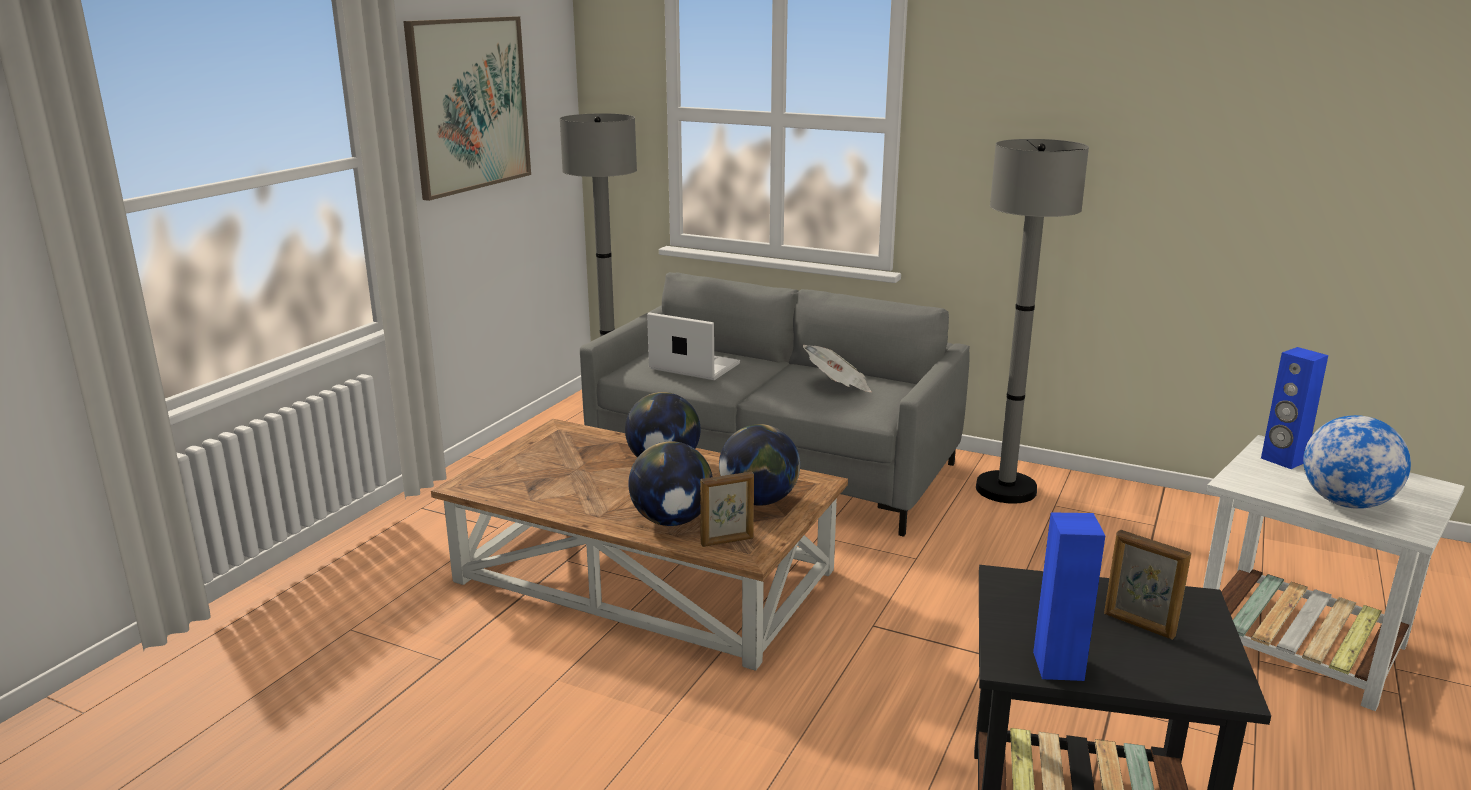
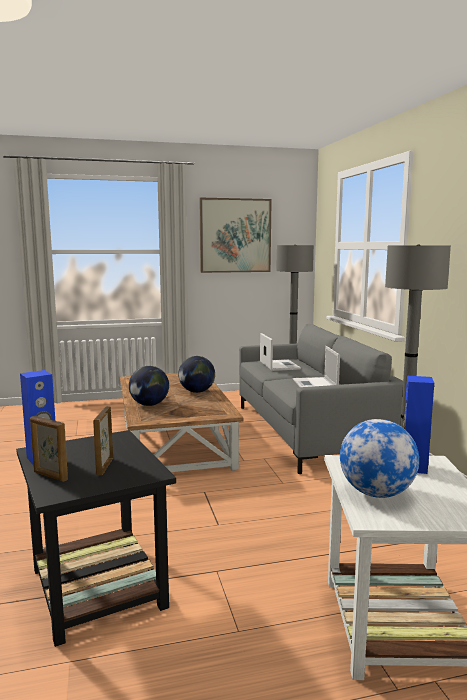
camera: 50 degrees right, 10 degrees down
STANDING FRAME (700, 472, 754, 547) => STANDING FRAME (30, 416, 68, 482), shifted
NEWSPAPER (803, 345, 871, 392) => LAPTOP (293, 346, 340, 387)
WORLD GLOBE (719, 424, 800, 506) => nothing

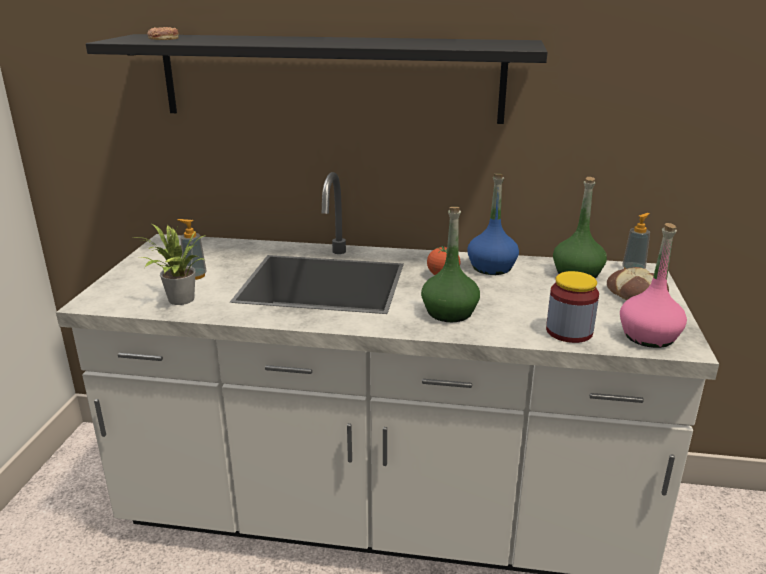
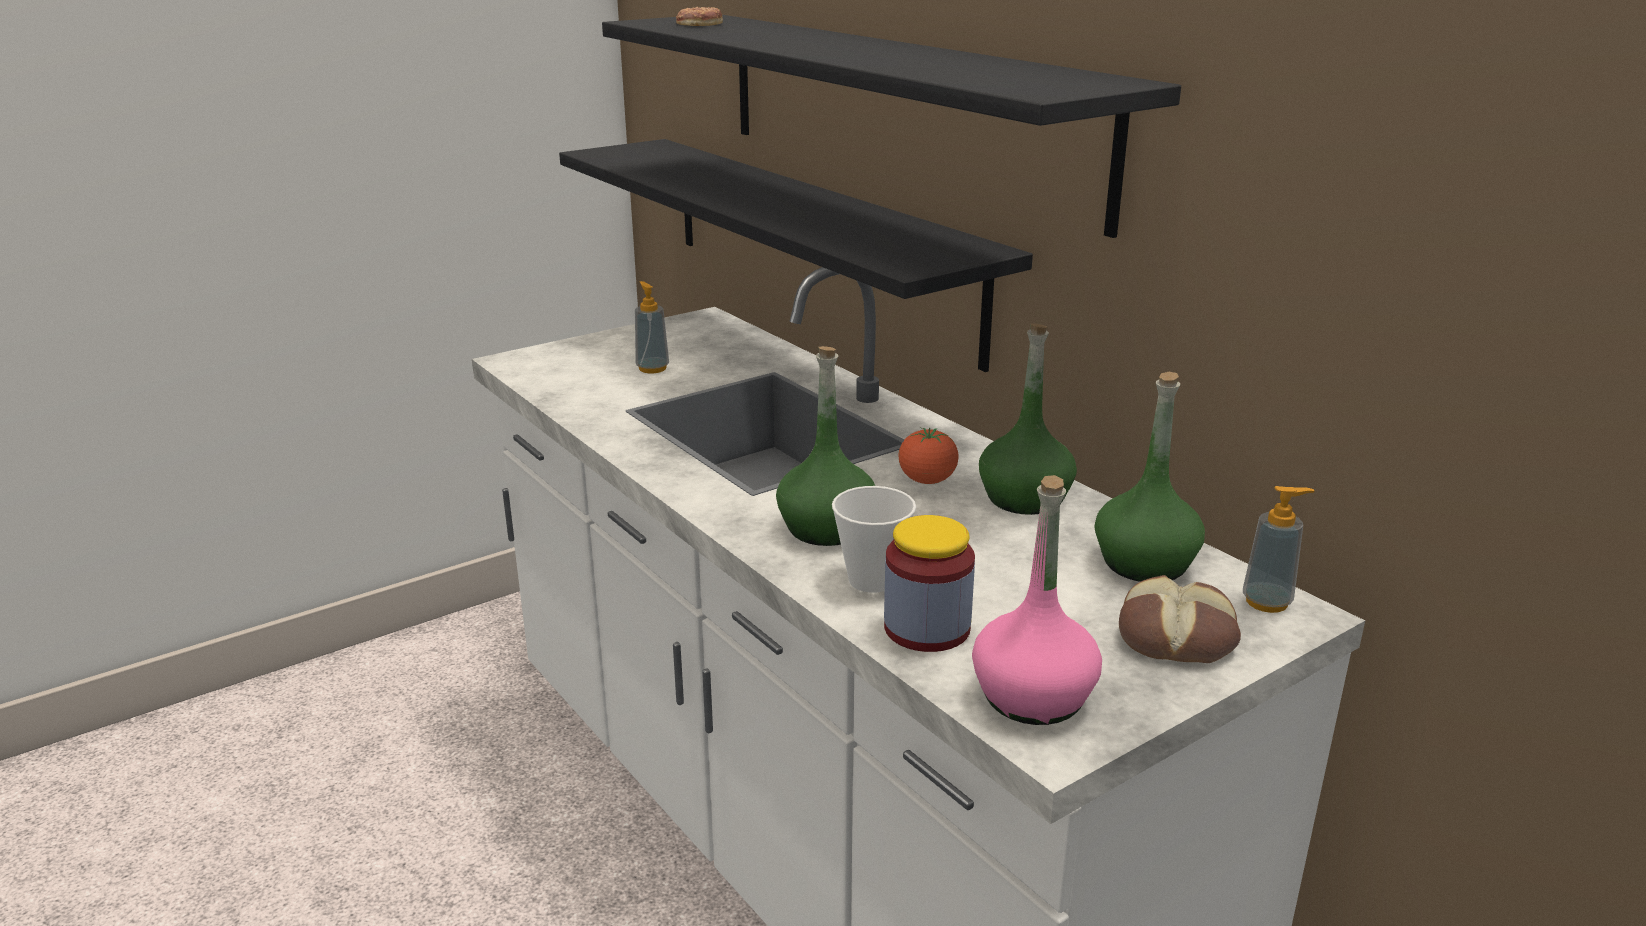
camera: 45 degrees right, 0 degrees up
nothing => BLACK BRACKET SHELF (559, 139, 1033, 372)
nothing => SMALL CUP (832, 486, 916, 593)
BLUISH DRINK BOTTLE (467, 174, 519, 275) => GREEN-COLOURED DRINK BOTTLE (979, 323, 1077, 515)
POTTED PLANT (133, 224, 206, 305) => nothing

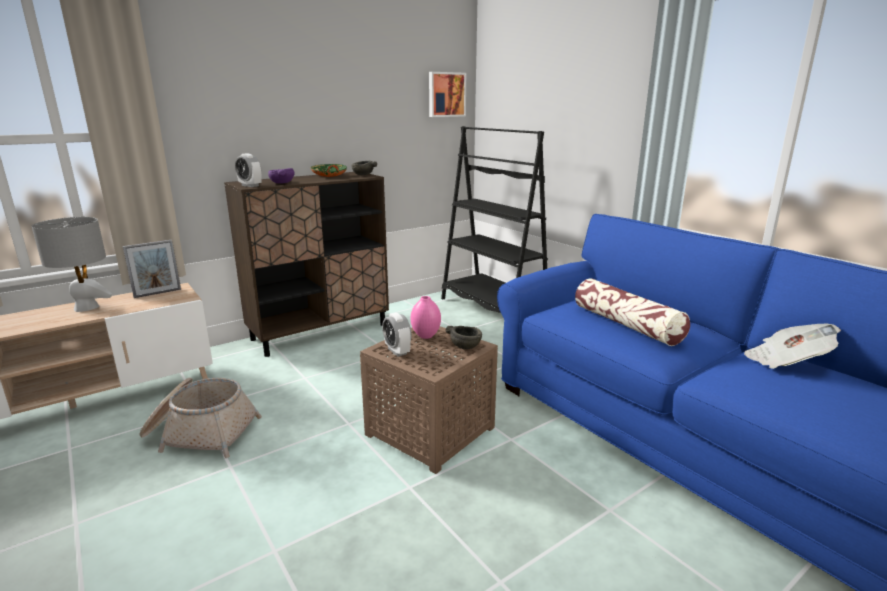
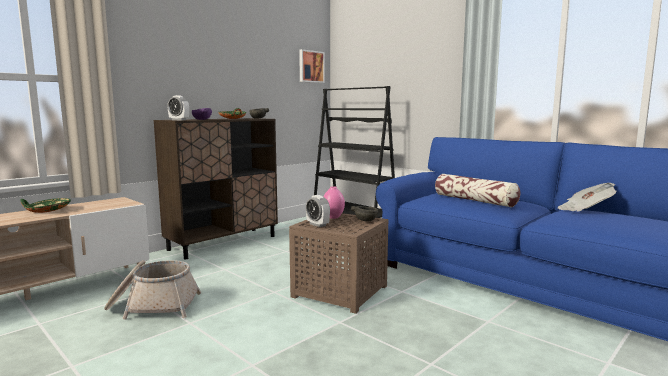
camera: 10 degrees left, 10 degrees down
GRAY TABLE LAMP (31, 217, 112, 312) => GREEN-COLOURED BOWL (20, 198, 71, 213)
STANDING FRAME (123, 240, 181, 298) => nothing

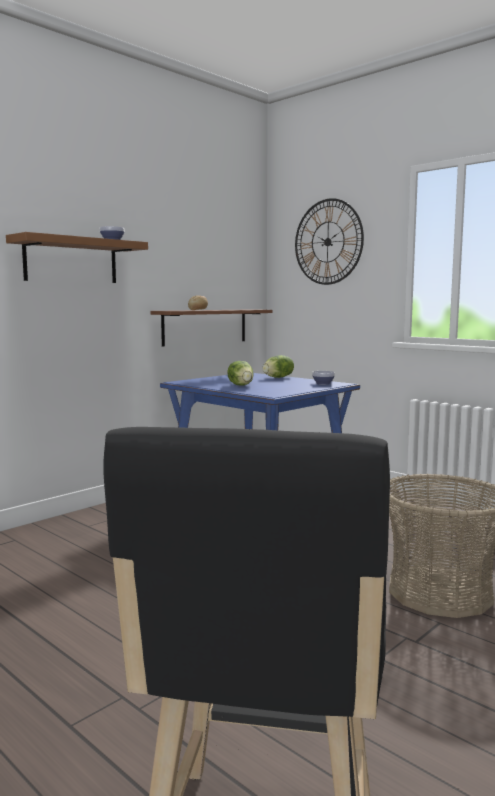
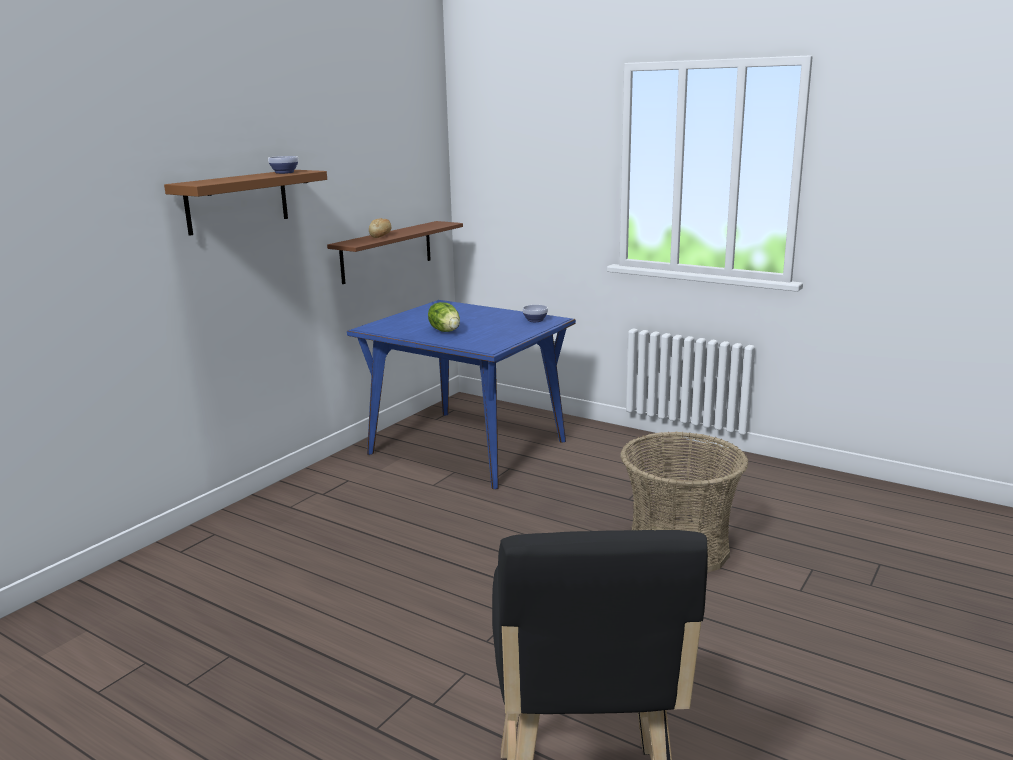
camera: 10 degrees left, 10 degrees up
HEAD OF LETTUCE (262, 355, 294, 378) => nothing
HANGING CLOCK (295, 198, 364, 285) => nothing

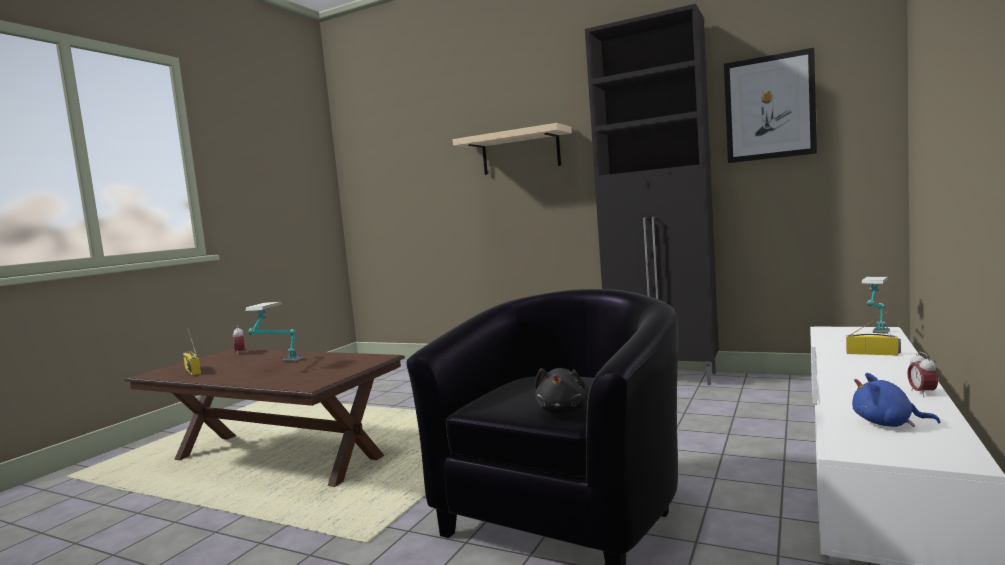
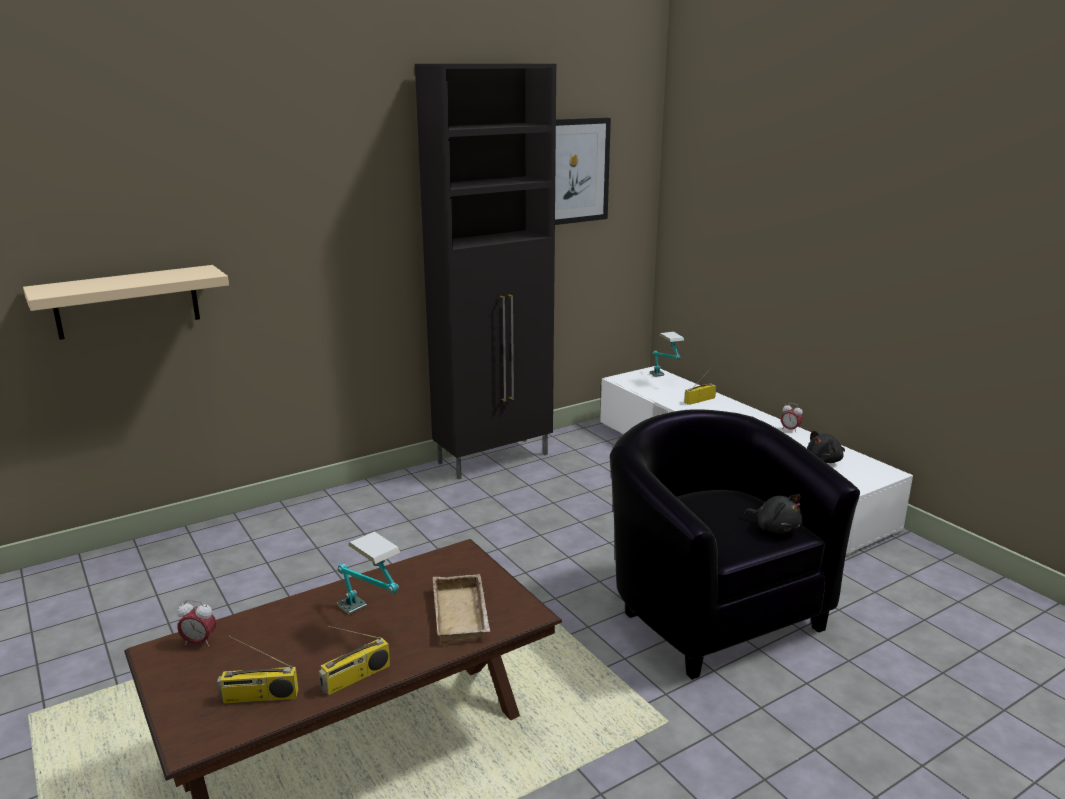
camera: 60 degrees left, 15 degrees up
SAND-COLOURED BRACKET SHELF (453, 123, 572, 175) => SAND-COLOURED BRACKET SHELF (23, 265, 229, 340), shifted
nothing => RADIO RECEIVER (319, 626, 390, 695)
nothing => SAND-COLOURED CARRYING TRAY (433, 574, 490, 643)
BLUISH CUDDLY TOY (852, 373, 940, 427) => BLACK CUDDLY TOY (807, 431, 845, 463)

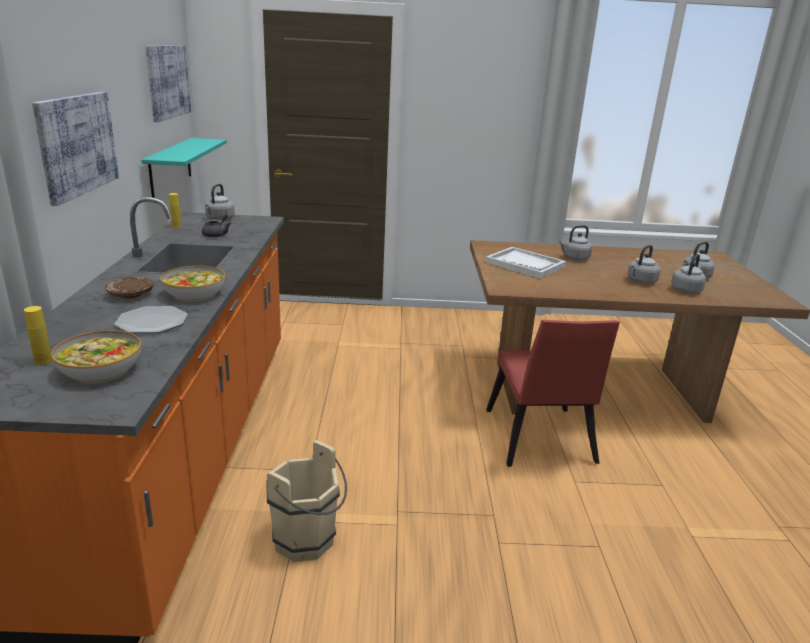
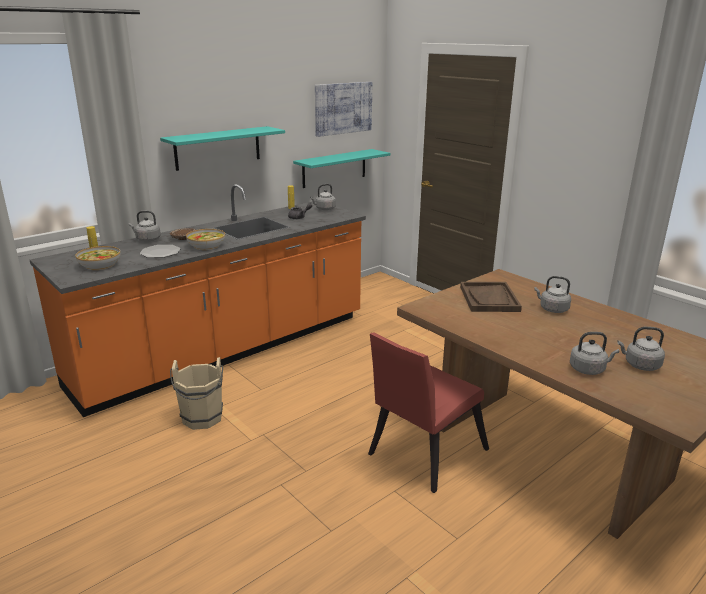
camera: 50 degrees right, 0 degrees up
GRAY KETTLE (627, 245, 660, 284) => GRAY KETTLE (129, 211, 161, 242), shifted
PICTURE (32, 92, 119, 206) => TURQUOISE-COLOURED BRACKET SHELF (160, 126, 285, 171)
WHITISH CARRYING TRAY (485, 247, 566, 279) => BROWNISH CARRYING TRAY (460, 282, 522, 312)

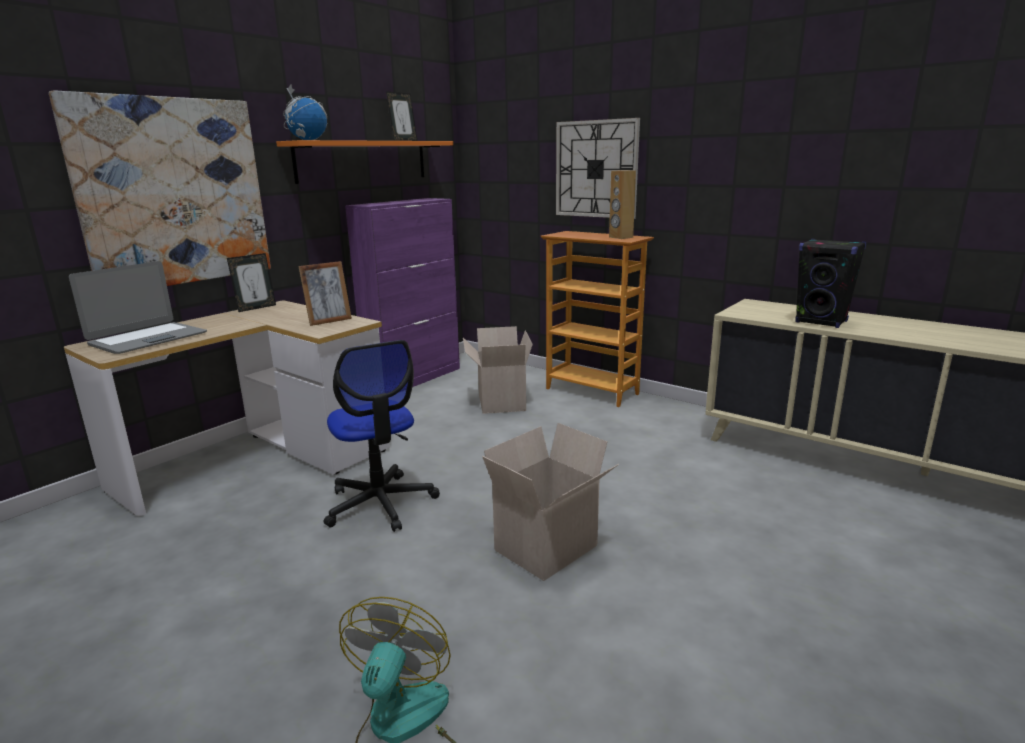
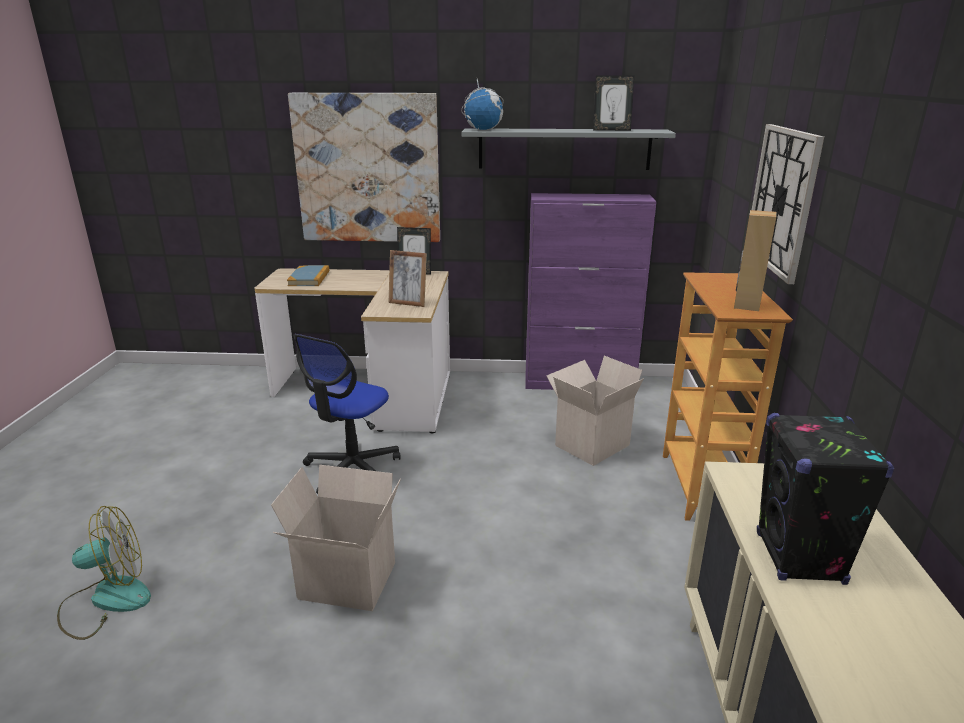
camera: 55 degrees right, 5 degrees up
LAPTOP (69, 261, 207, 354) => BOOK (287, 265, 330, 286)
ORANGE BRACKET SHELF (276, 140, 453, 184) => GRAY BRACKET SHELF (461, 128, 676, 170)

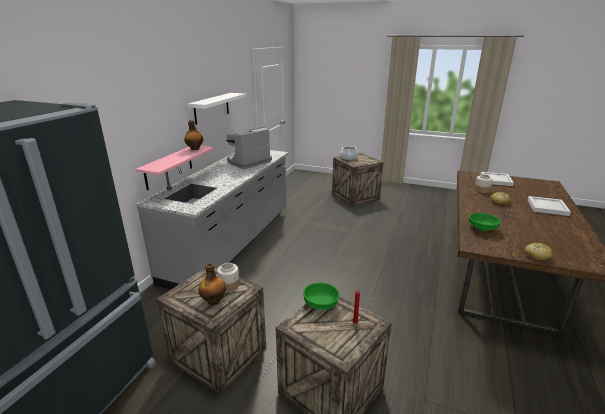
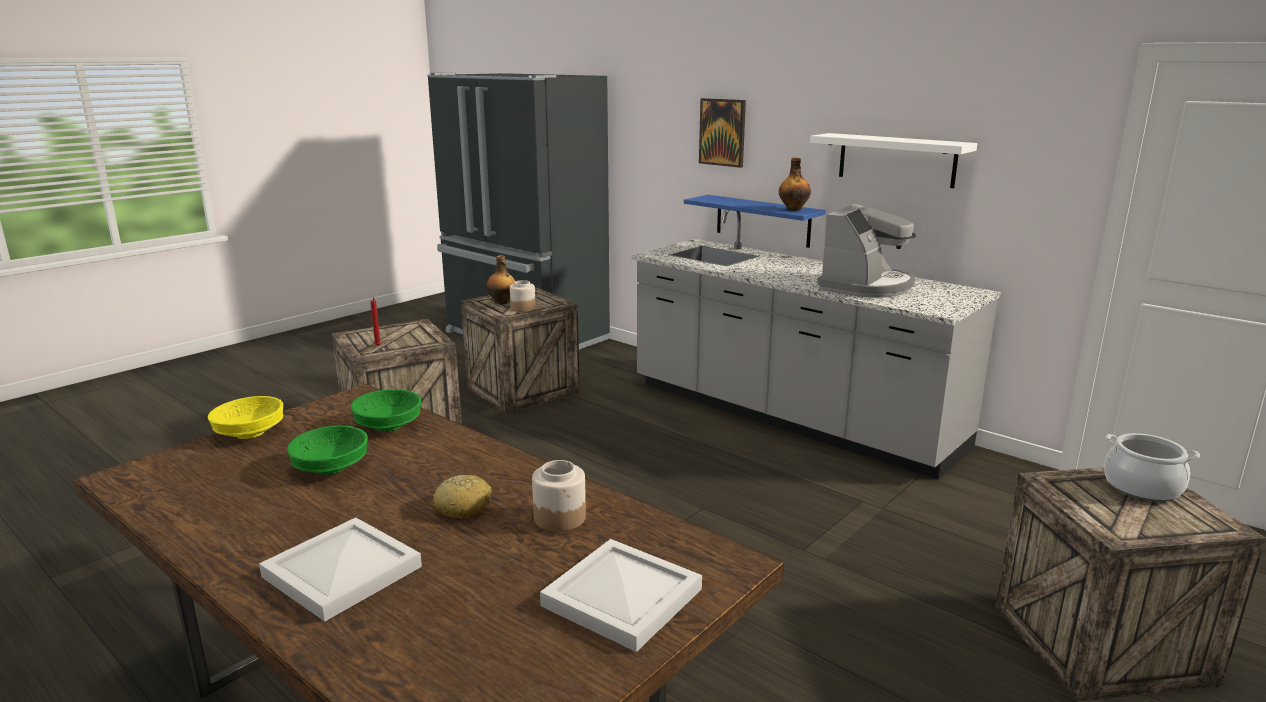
camera: 110 degrees right, 5 degrees down
BREAD (525, 243, 553, 261) => YELLOW BOWL (208, 396, 283, 439)
GREEN-COLOURED BOWL (303, 282, 339, 310) => GREEN-COLOURED BOWL (287, 425, 368, 475), shifted
PINK-COLOURED BRACKET SHELF (135, 146, 214, 190) => BLUISH BRACKET SHELF (684, 195, 826, 248)
nothing => PICTURE (699, 98, 746, 168)
COFFEE MACHINE (226, 127, 272, 169) => COFFEE MACHINE (817, 204, 916, 298), 60 degrees clockwise

